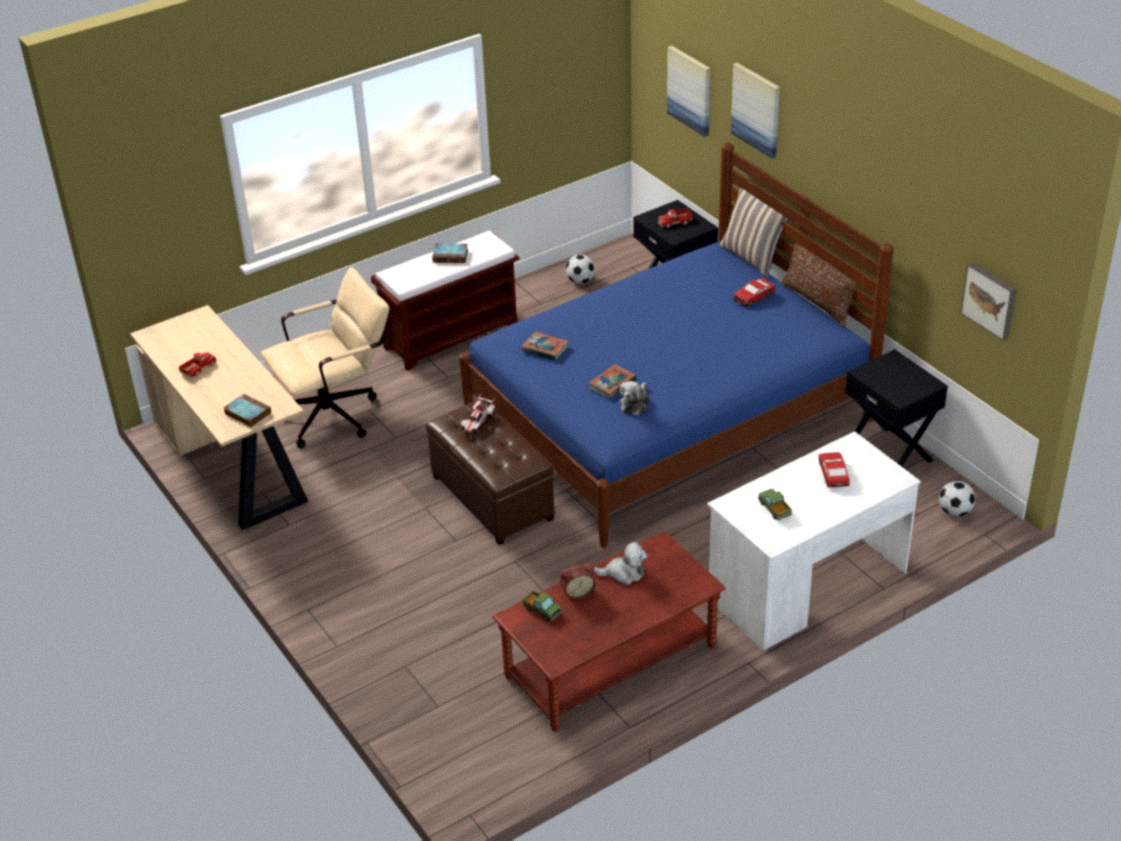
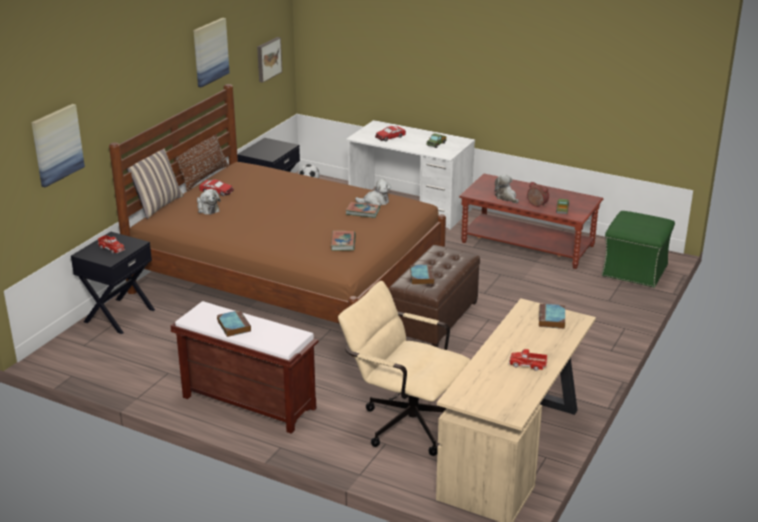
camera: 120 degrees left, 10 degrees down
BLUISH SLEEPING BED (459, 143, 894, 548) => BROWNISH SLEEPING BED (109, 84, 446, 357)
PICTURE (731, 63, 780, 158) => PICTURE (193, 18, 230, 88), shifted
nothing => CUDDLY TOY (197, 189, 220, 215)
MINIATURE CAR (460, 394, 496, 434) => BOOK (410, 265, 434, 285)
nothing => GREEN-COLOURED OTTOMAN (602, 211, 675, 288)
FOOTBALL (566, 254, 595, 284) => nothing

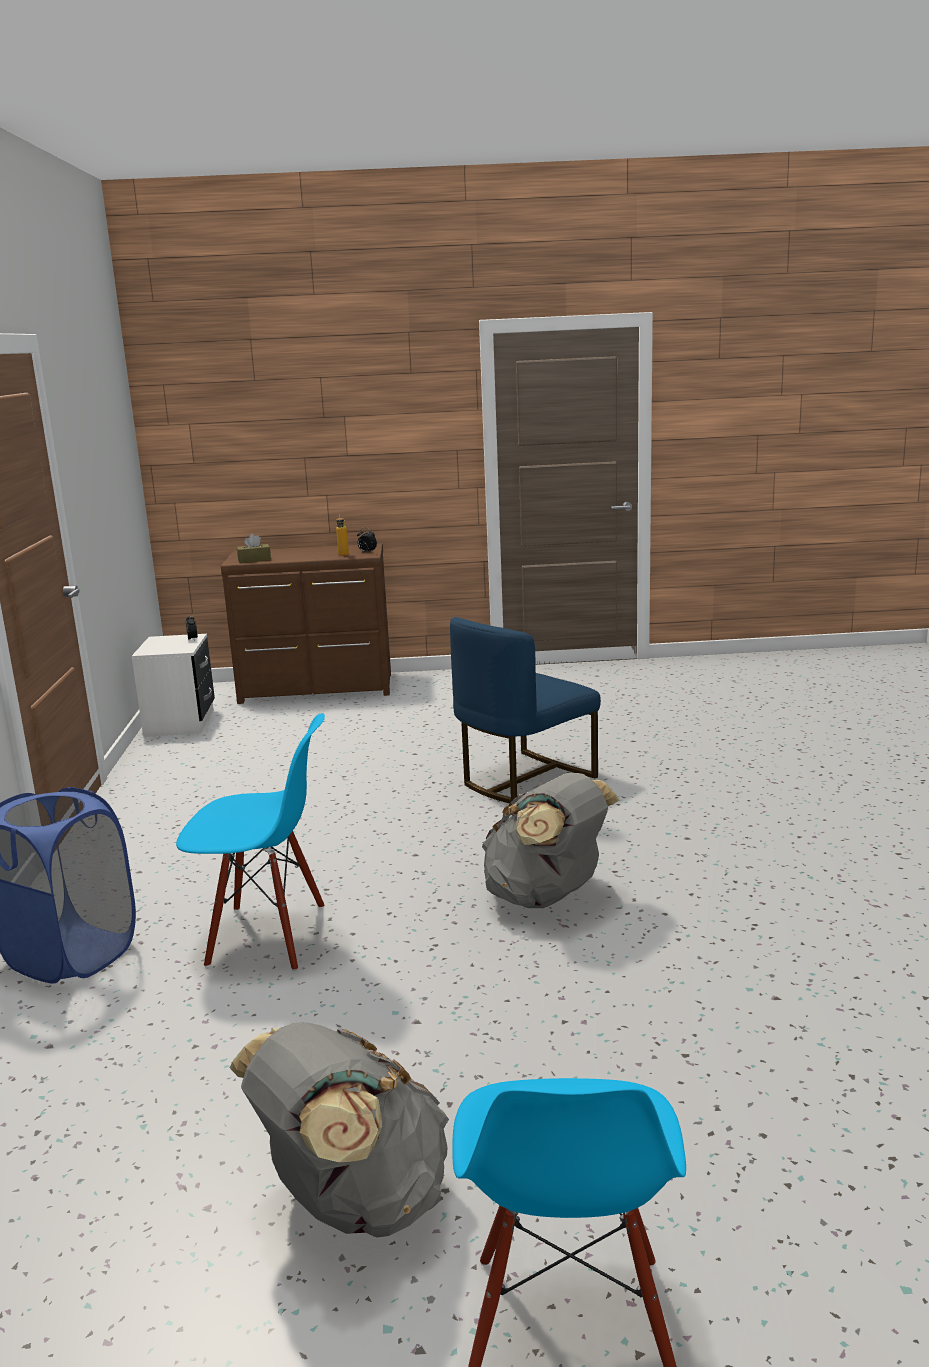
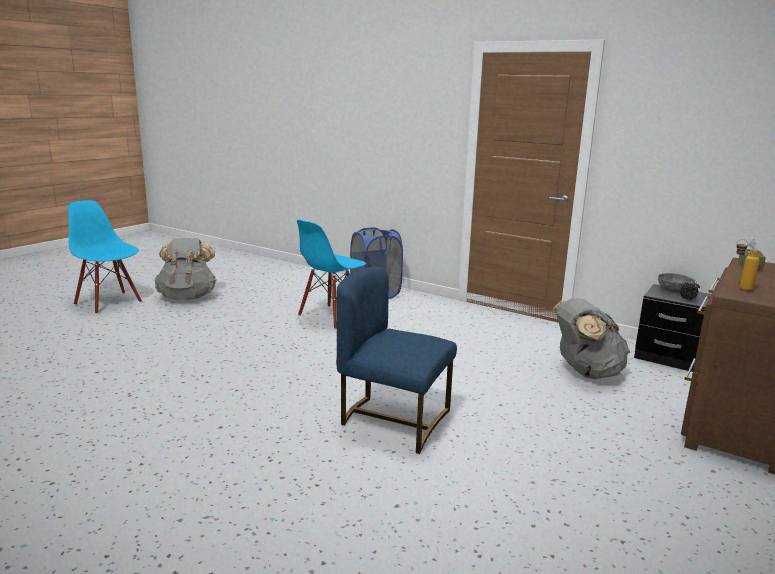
camera: 125 degrees right, 0 degrees up
BLUISH PLAIN CHAIR (450, 617, 601, 804) => BLUISH PLAIN CHAIR (336, 267, 457, 454), 60 degrees counterclockwise
GRAY KNAPSACK (482, 773, 619, 908) => GRAY KNAPSACK (553, 298, 630, 379), shifted
WHITISH NIGHTSTAND (132, 634, 215, 737) => BLACK NIGHTSTAND (634, 284, 711, 372)
nothing => GRAY BOWL (658, 273, 695, 293)
BEDSIDE CLOCK (357, 528, 377, 553) => nothing

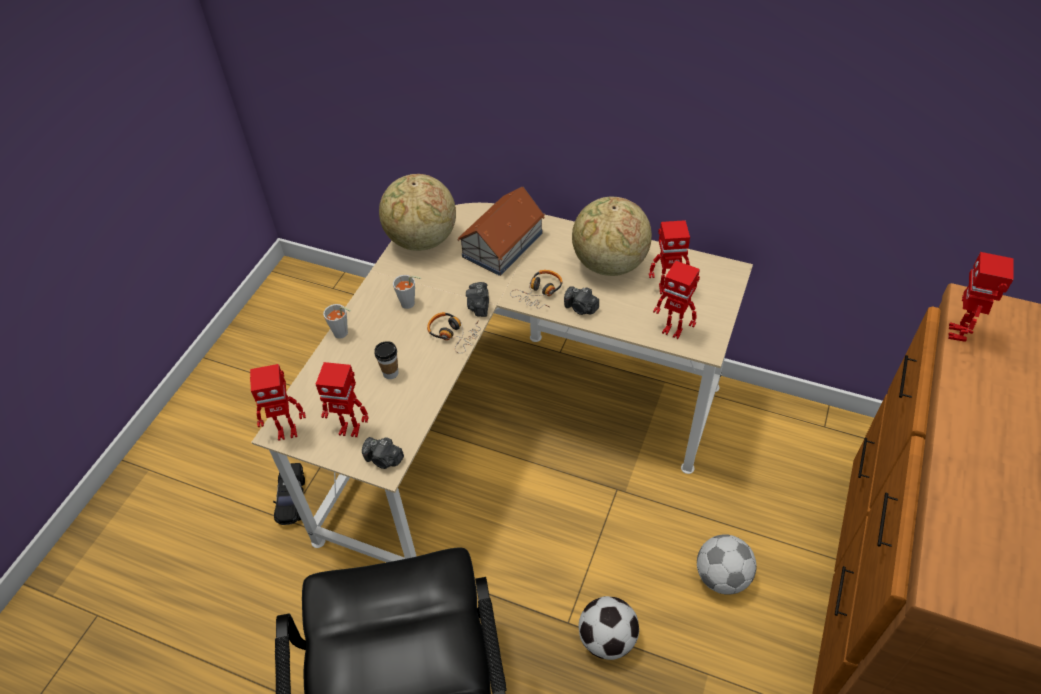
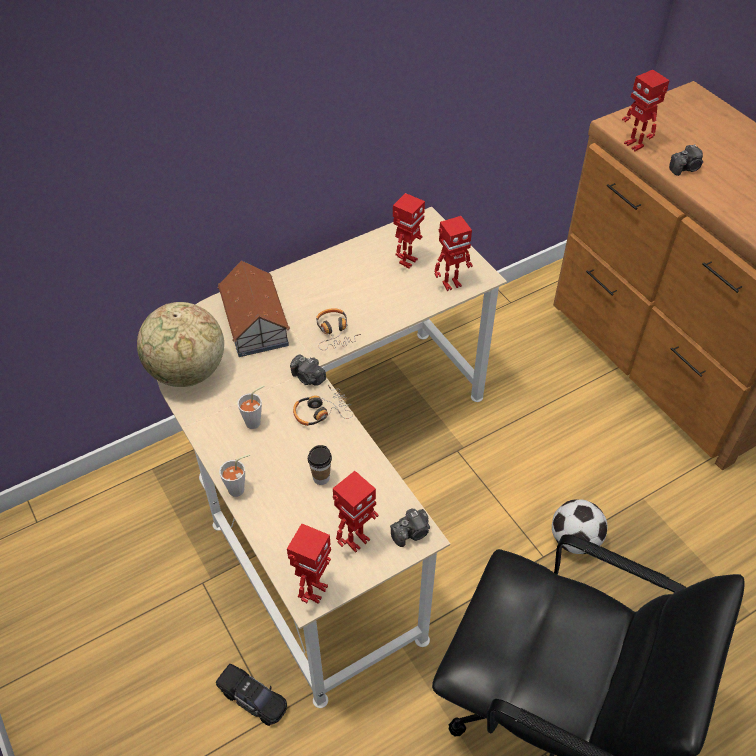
camera: 55 degrees left, 0 degrees up
PHOTO CAMERA (564, 286, 599, 315) => PHOTO CAMERA (669, 144, 703, 176), shifted
WORLD GLOBE (572, 197, 652, 276) => nothing
FOOTBALL (697, 534, 757, 595) => nothing

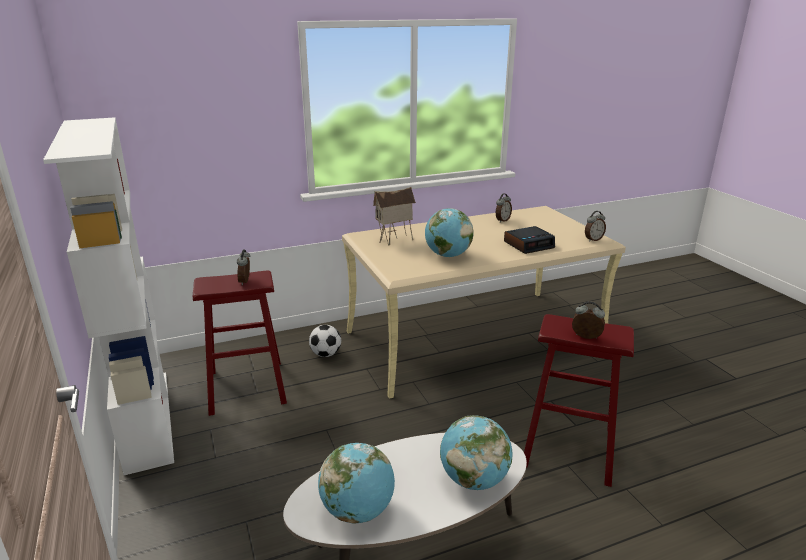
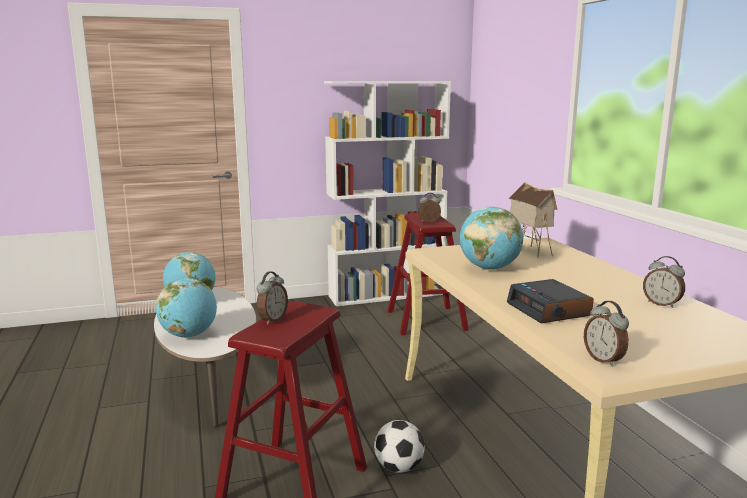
camera: 95 degrees right, 10 degrees down
FOOTBALL (309, 325, 341, 357) => FOOTBALL (374, 420, 425, 473), shifted

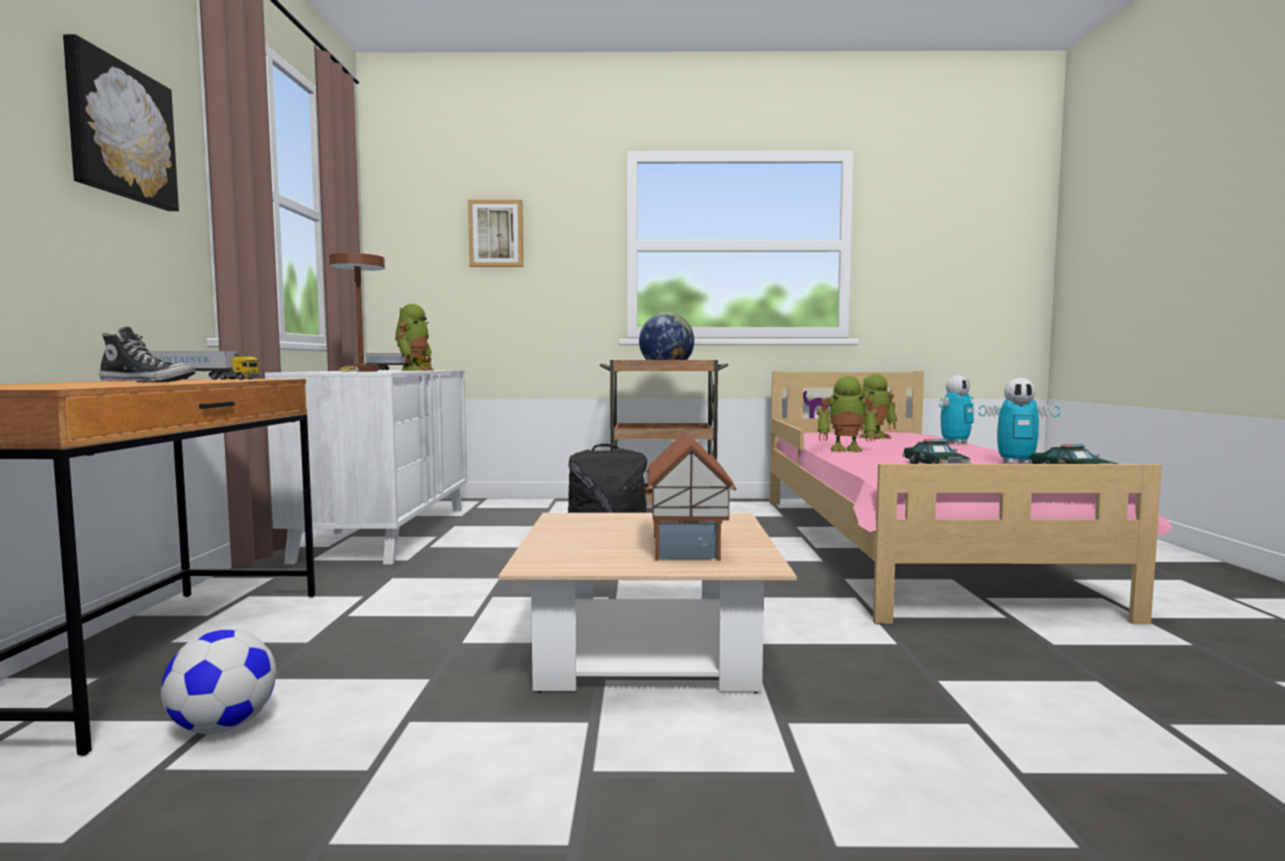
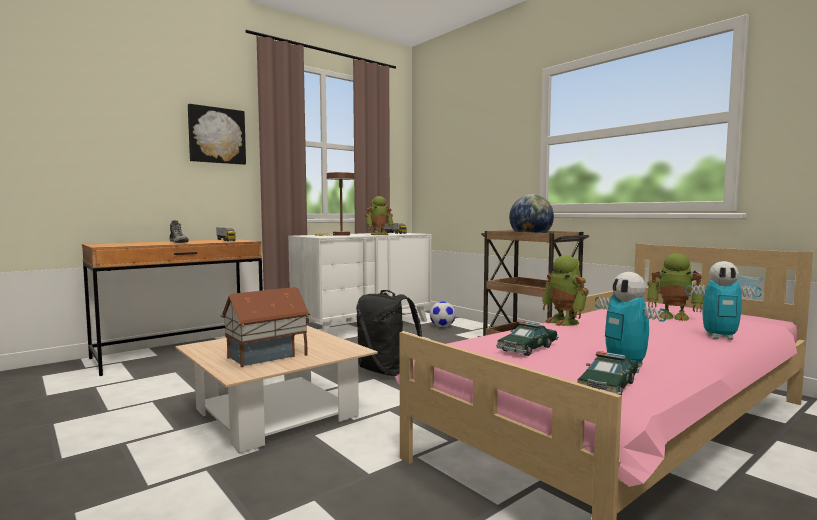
camera: 50 degrees right, 0 degrees up
FOOTBALL (161, 629, 276, 734) => FOOTBALL (430, 301, 456, 327), shifted
PICTURE (468, 200, 523, 267) => nothing

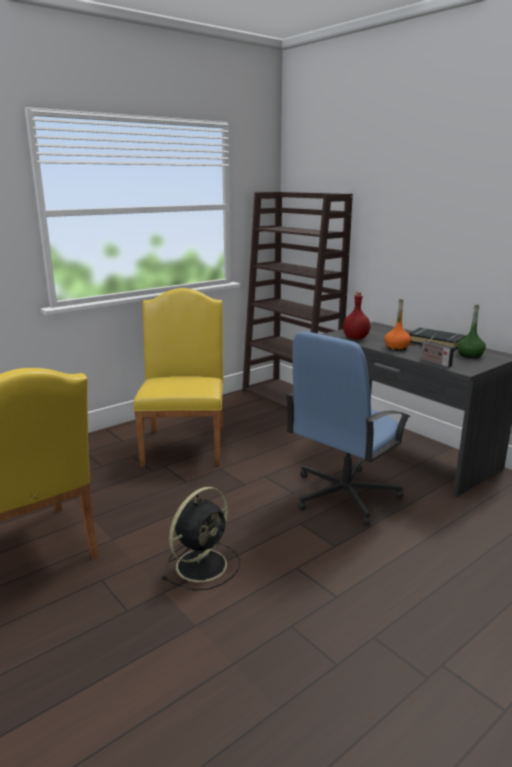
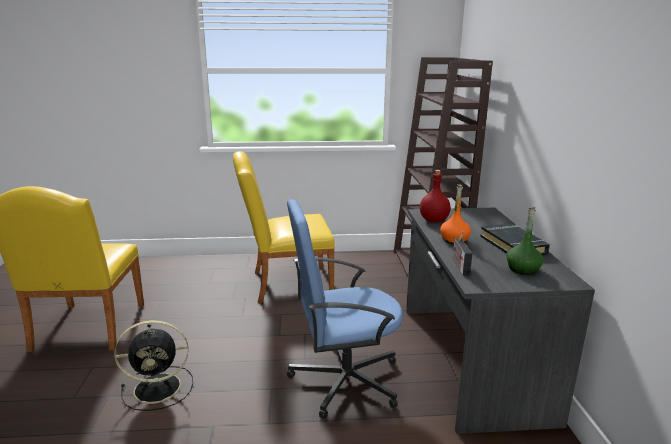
camera: 35 degrees right, 0 degrees up
YELLOW PLAIN CHAIR (133, 288, 223, 467) => YELLOW PLAIN CHAIR (233, 151, 335, 303), 135 degrees counterclockwise

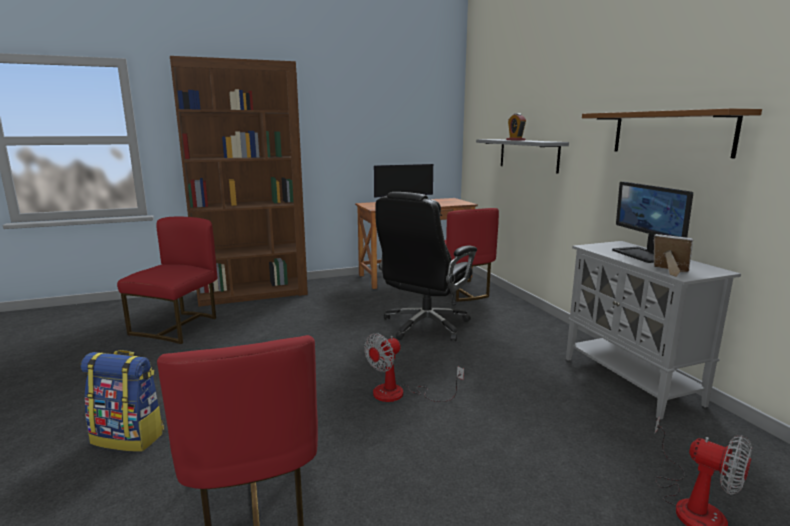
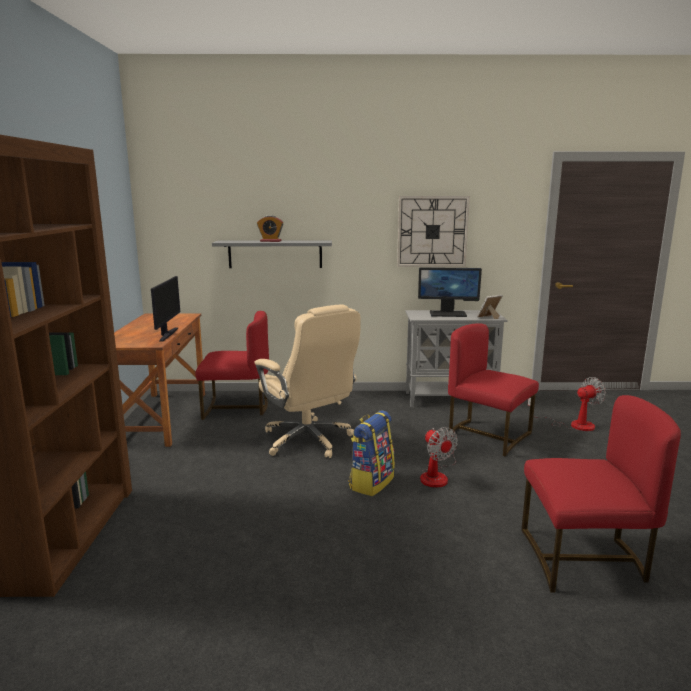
camera: 70 degrees left, 0 degrees up
BLACK COMPUTER CHAIR (375, 192, 477, 341) => SAND-COLOURED COMPUTER CHAIR (254, 305, 361, 458)
KNAPSACK (80, 350, 164, 452) => KNAPSACK (348, 410, 395, 496), shifted
BROWNISH BRACKET SHELF (582, 108, 762, 158) => HANGING CLOCK (397, 196, 470, 267)
RED PLAIN CHAIR (117, 217, 217, 344) => RED PLAIN CHAIR (448, 323, 539, 457), shifted

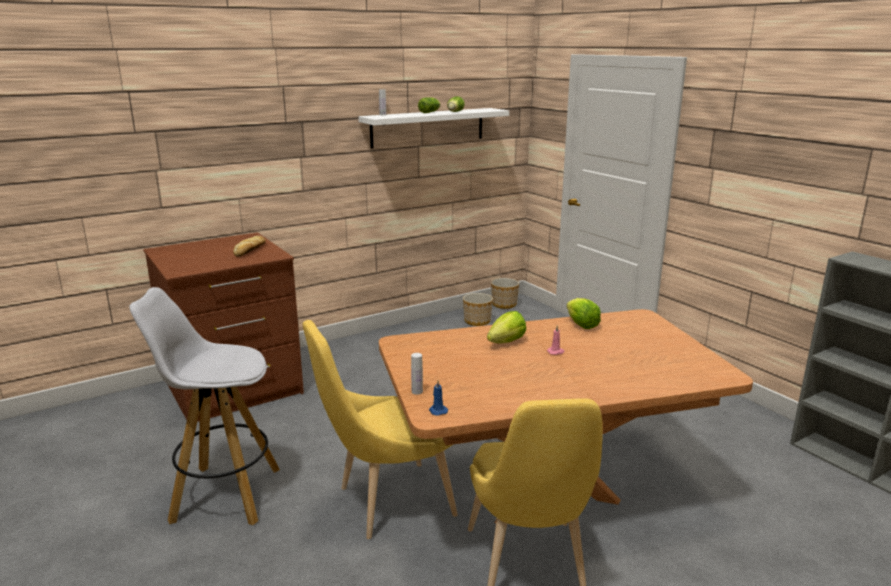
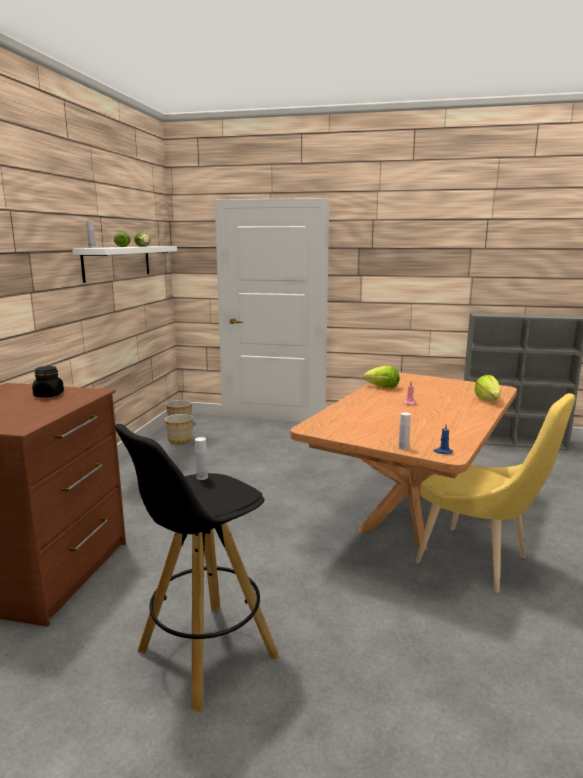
camera: 45 degrees left, 5 degrees down
BREAD (233, 236, 266, 257) => BLACK JAR (32, 366, 64, 397)
WHITISH STOOL SEAT (129, 287, 280, 525) => BLACK STOOL SEAT (115, 424, 279, 712)
nothing => WHITISH DRINK BOTTLE (195, 437, 208, 480)
HEAD OF LETTUCE (487, 311, 526, 343) => HEAD OF LETTUCE (474, 375, 501, 401), shifted
YELLOW PLAIN CHAIR (303, 320, 458, 539) => nothing

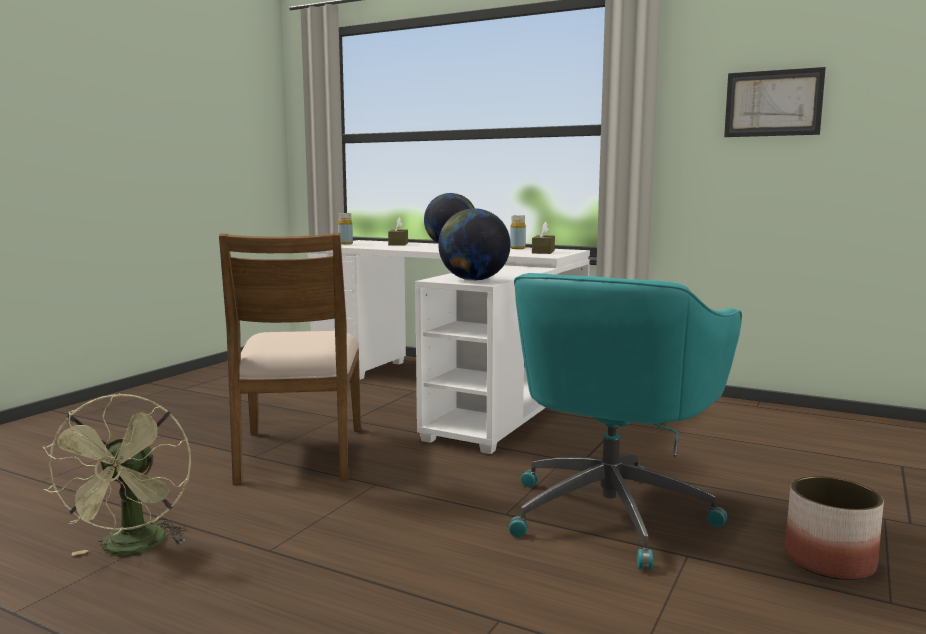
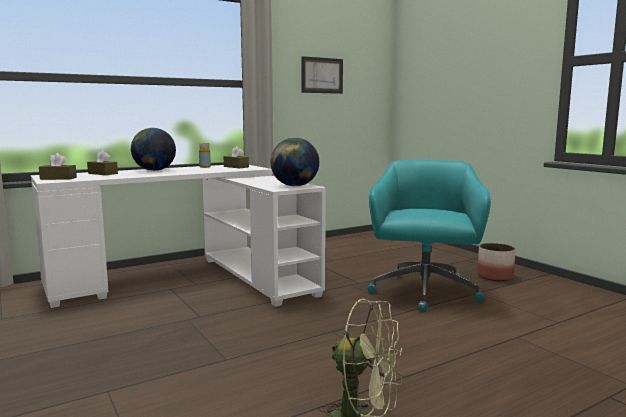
camera: 60 degrees left, 0 degrees up
YELLOW DRINK BOTTLE (338, 213, 353, 245) => BROWNISH TISSUE BOX (39, 153, 77, 180)
TURQUOISE-COLOURED COMPUTER CHAIR (509, 273, 742, 570) => TURQUOISE-COLOURED COMPUTER CHAIR (367, 159, 491, 312), 135 degrees counterclockwise
BROWNISH PLAIN CHAIR (219, 233, 361, 485) => nothing

